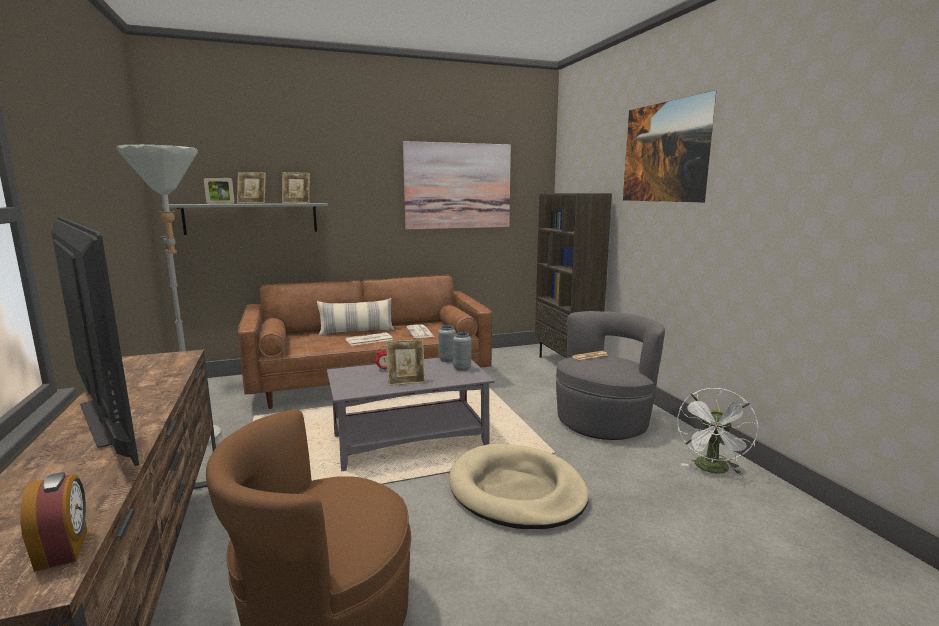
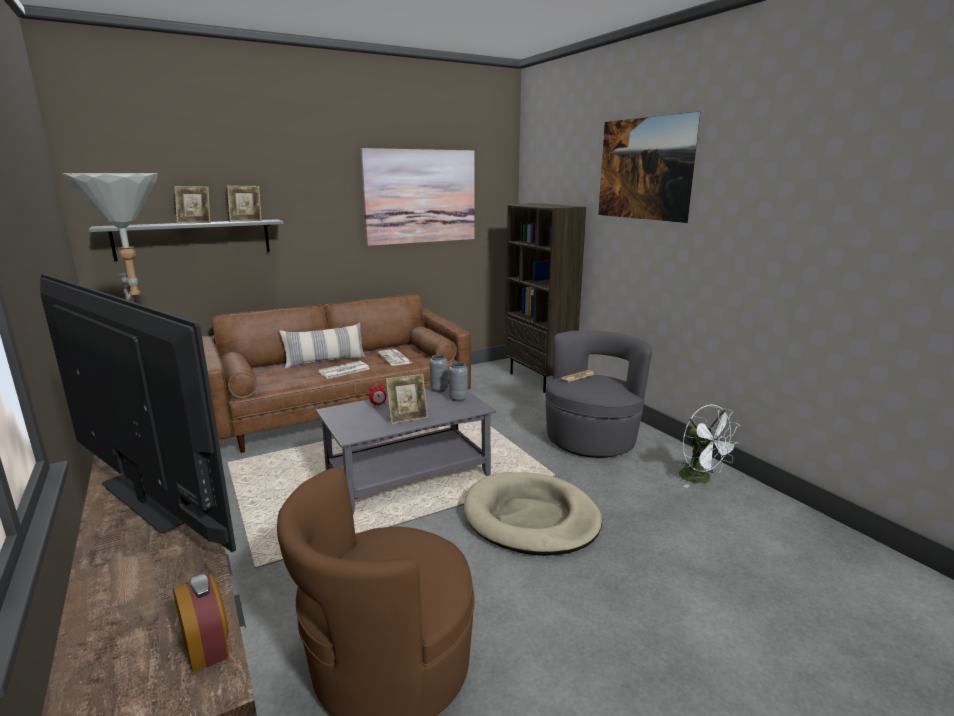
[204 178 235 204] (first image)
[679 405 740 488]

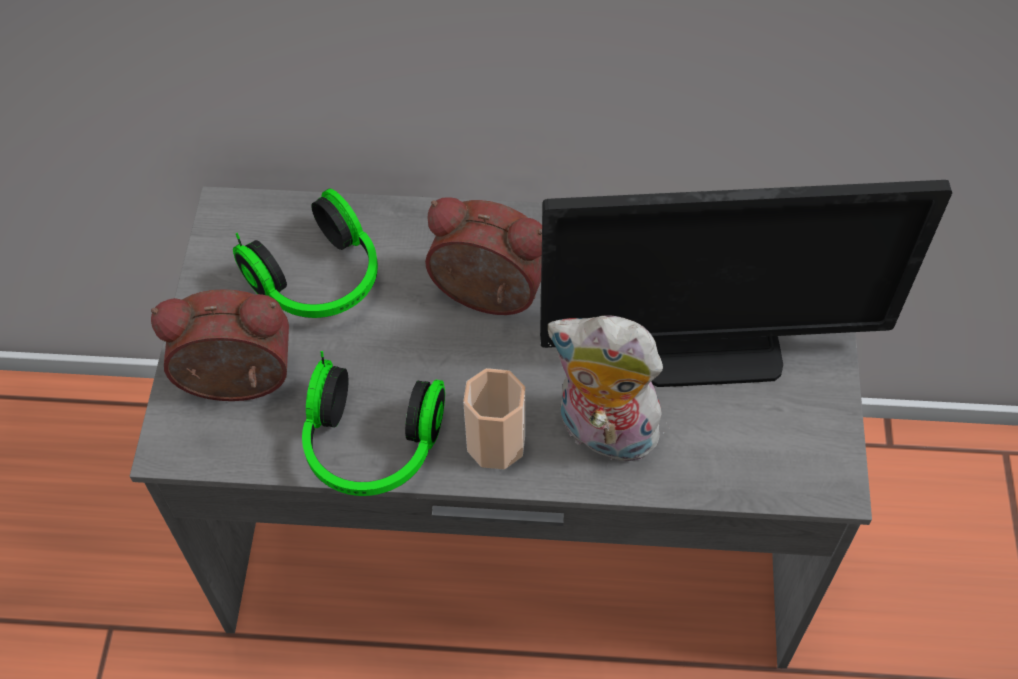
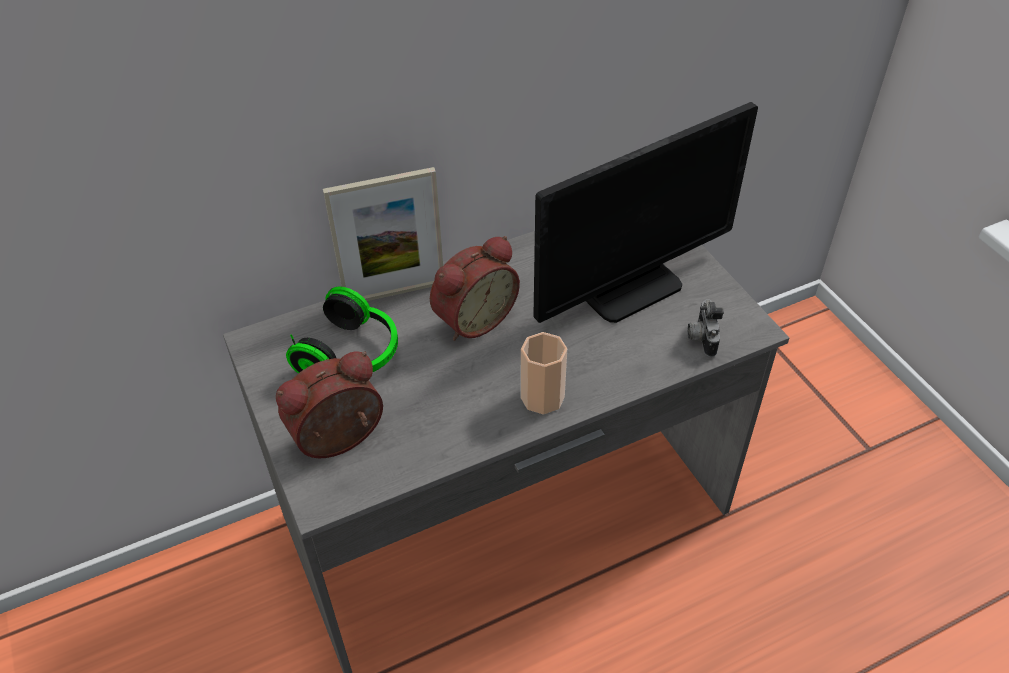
[302 351 445 496] (first image)
[430 236 520 341]
[548 315 670 467] (first image)
[323 167 443 301]
[688 299 724 357]

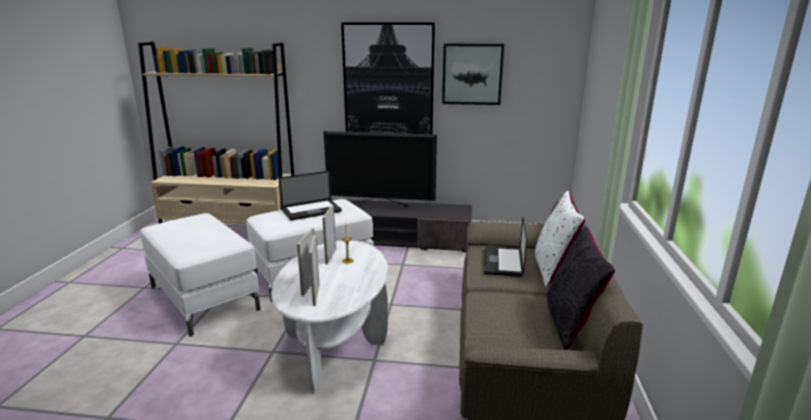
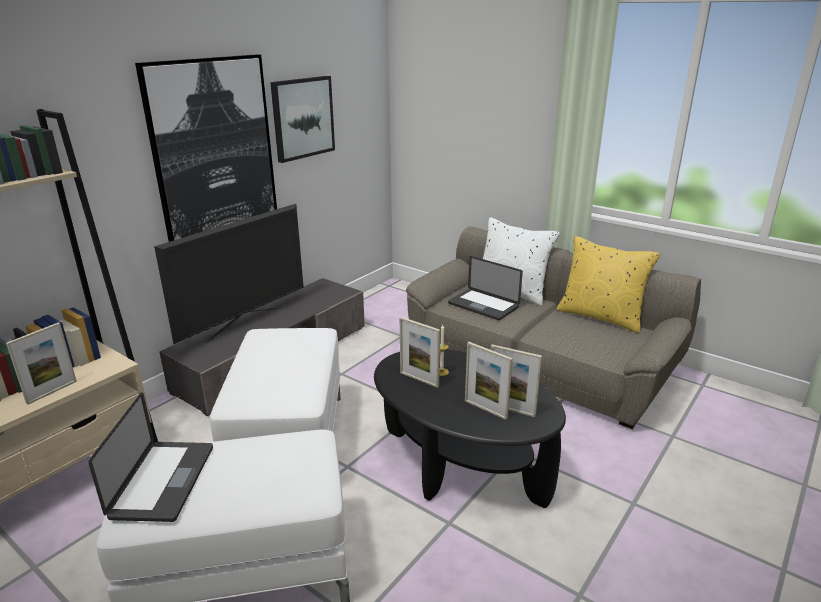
[374 349 566 508]
[88 392 213 522]
[556 236 661 333]
[6 322 77 405]

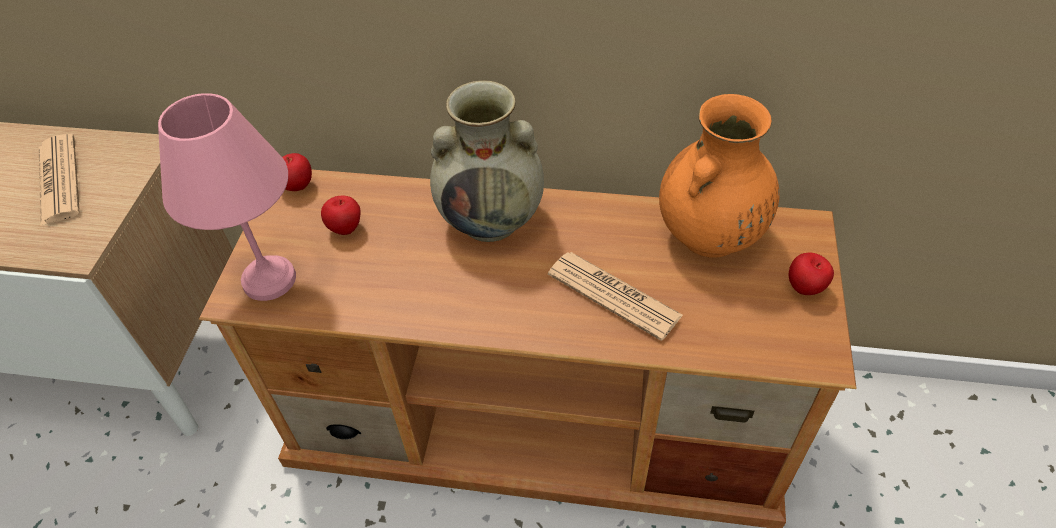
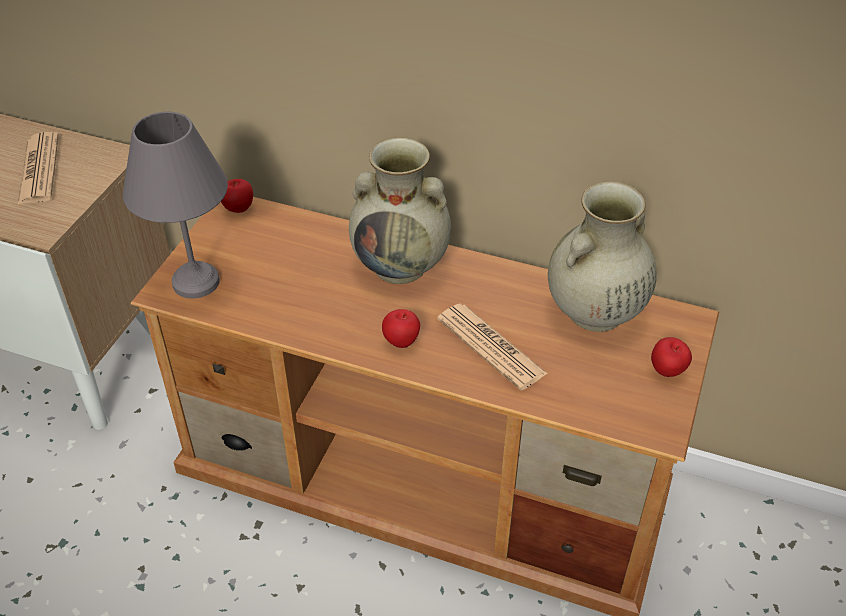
[123 111 228 298]
[382 309 420 348]
[548 182 657 332]

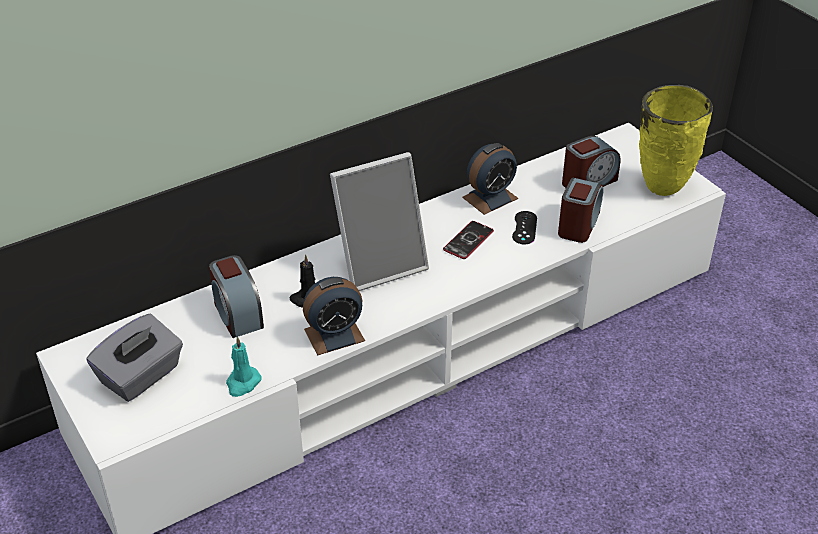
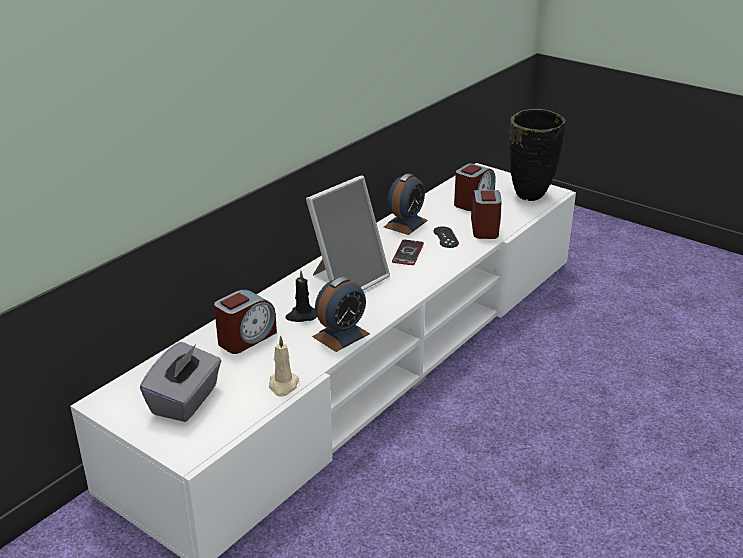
[214 290 277 354]
[269 335 300 397]
[509 109 566 201]

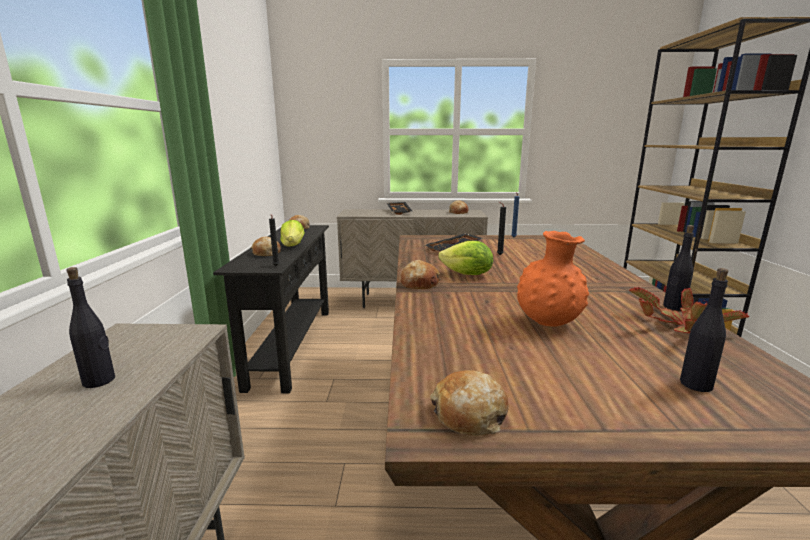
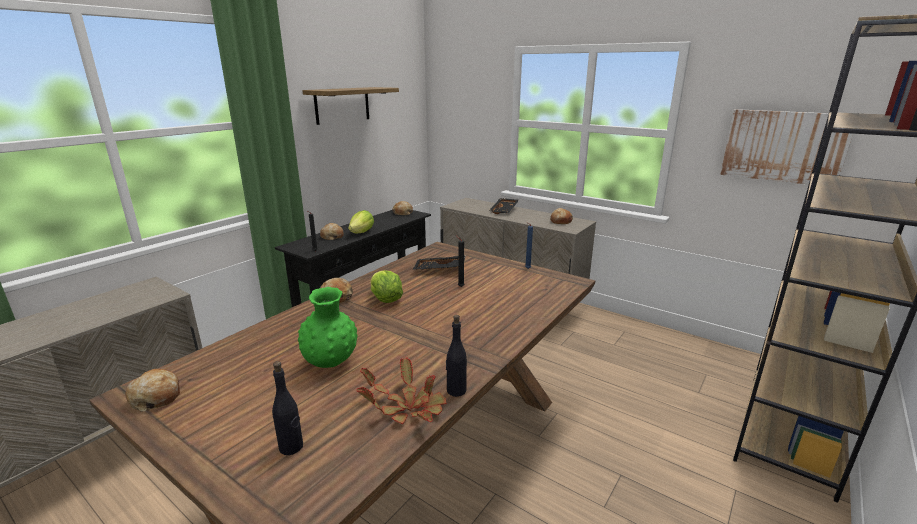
[66 267 115 388] (first image)
[298 287 357 368]
[302 87 399 125]
[720 109 853 185]

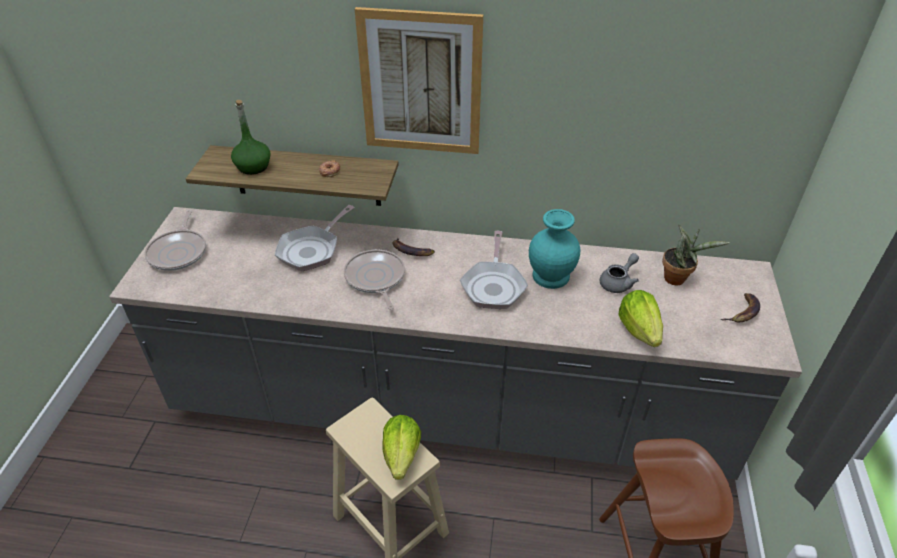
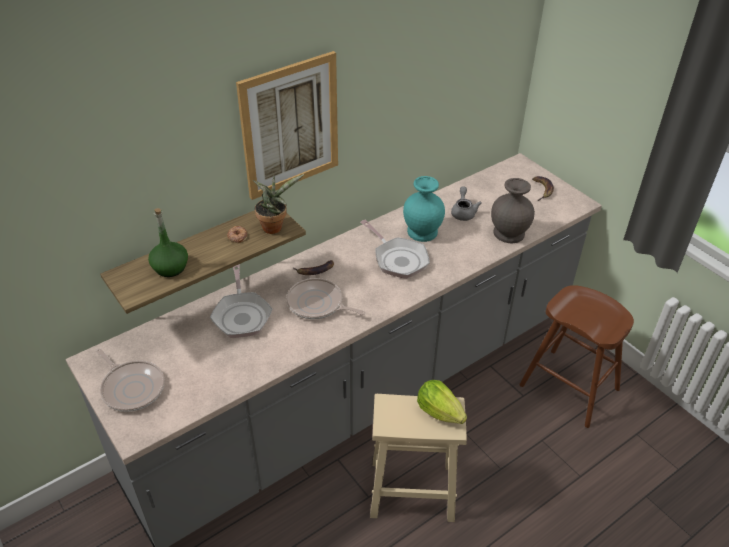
[491 178 535 243]
[253 174 304 234]

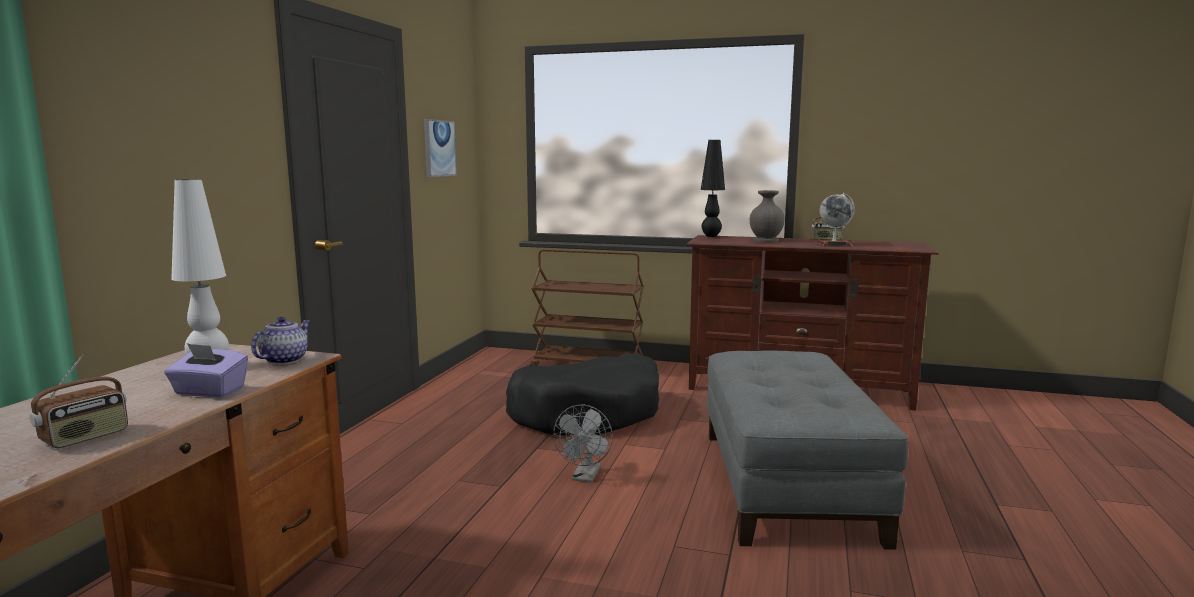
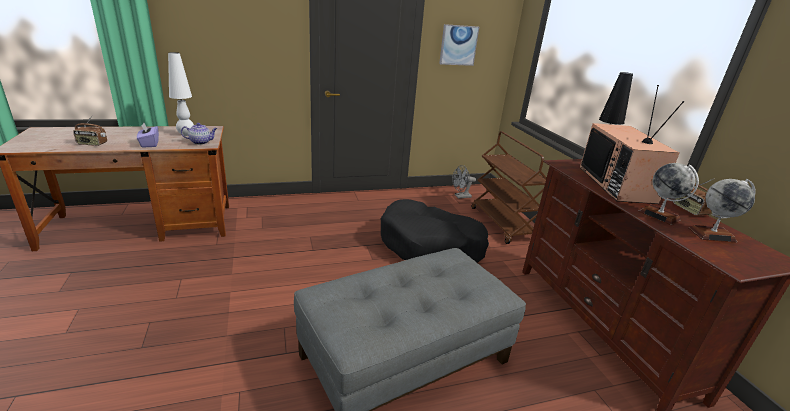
[452 165 476 199]
[580 85 684 204]
[689 179 756 243]

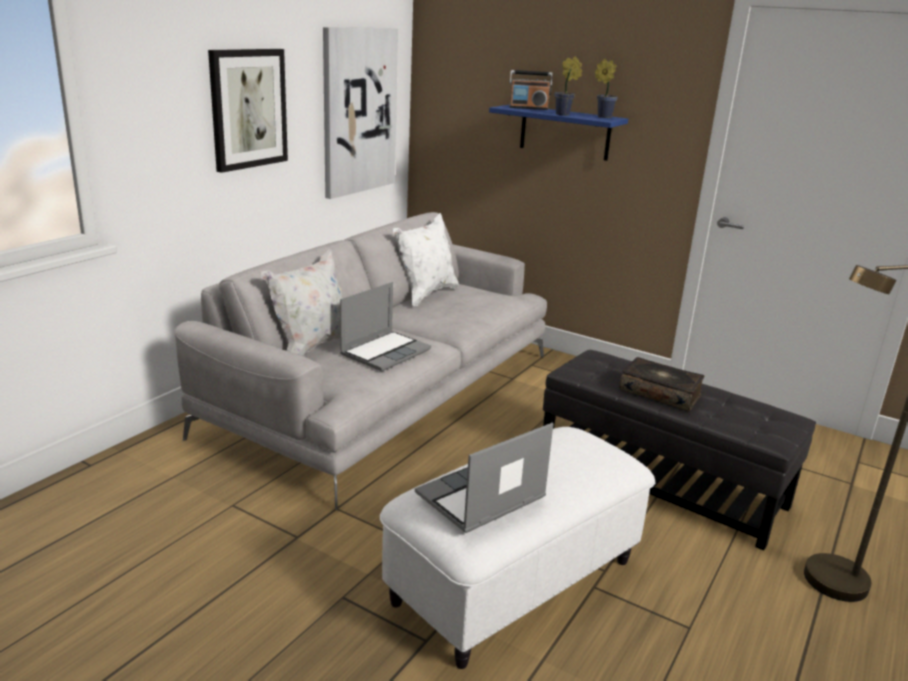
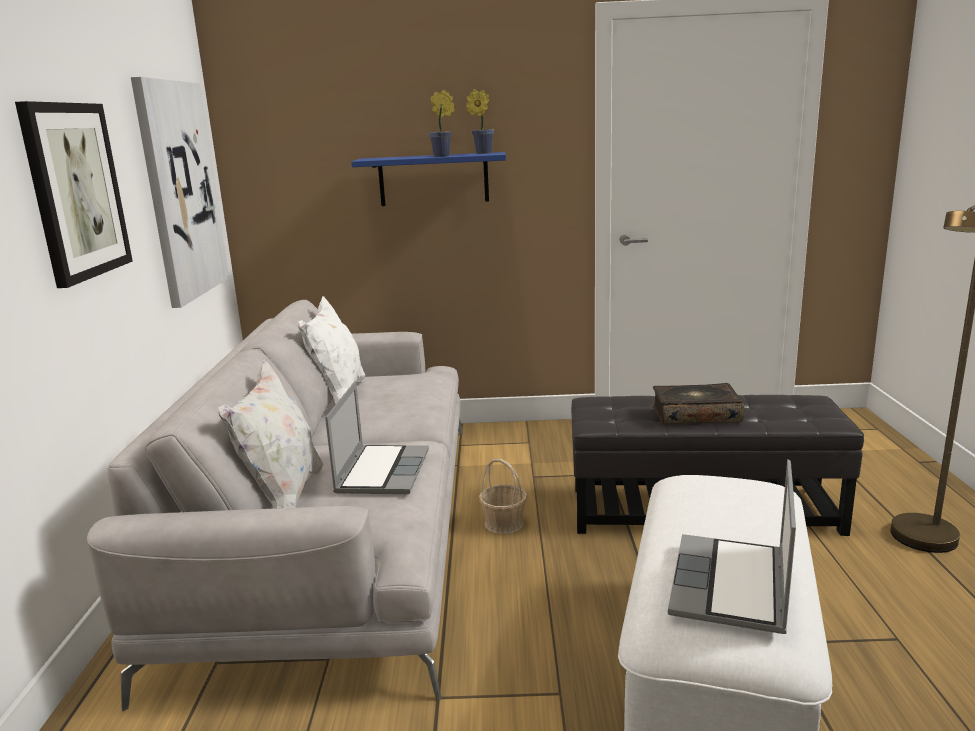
[509 70 553 110] (first image)
[479 459 527 534]

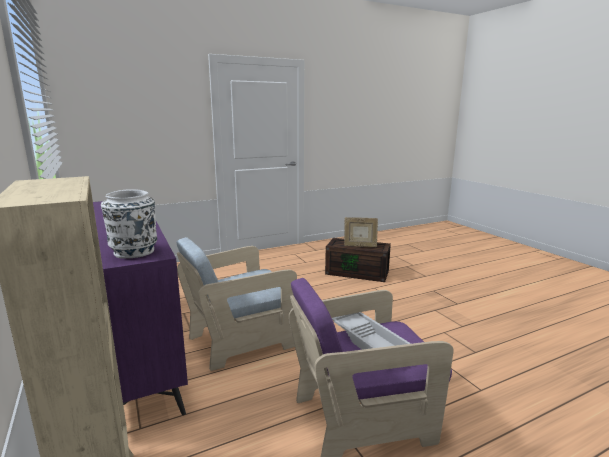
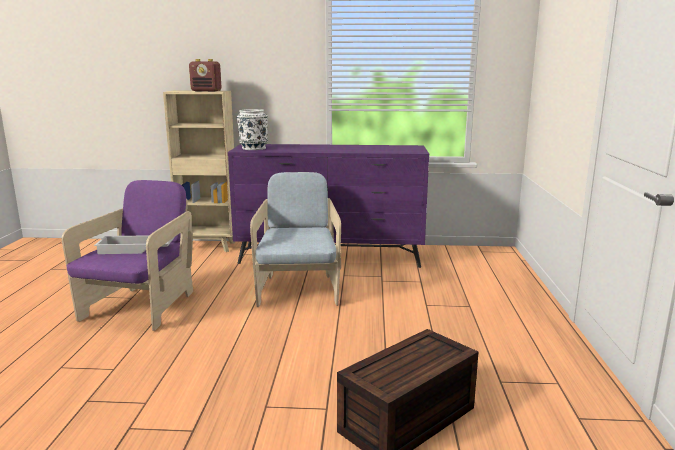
[344 217 378 247] (first image)
[189 59 221 92]

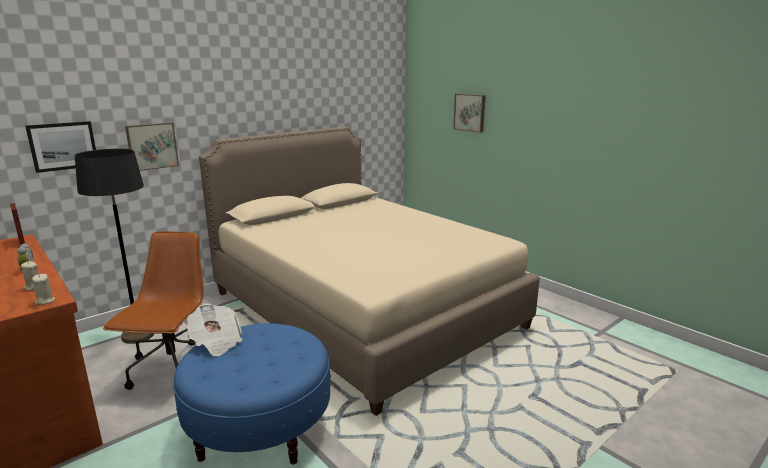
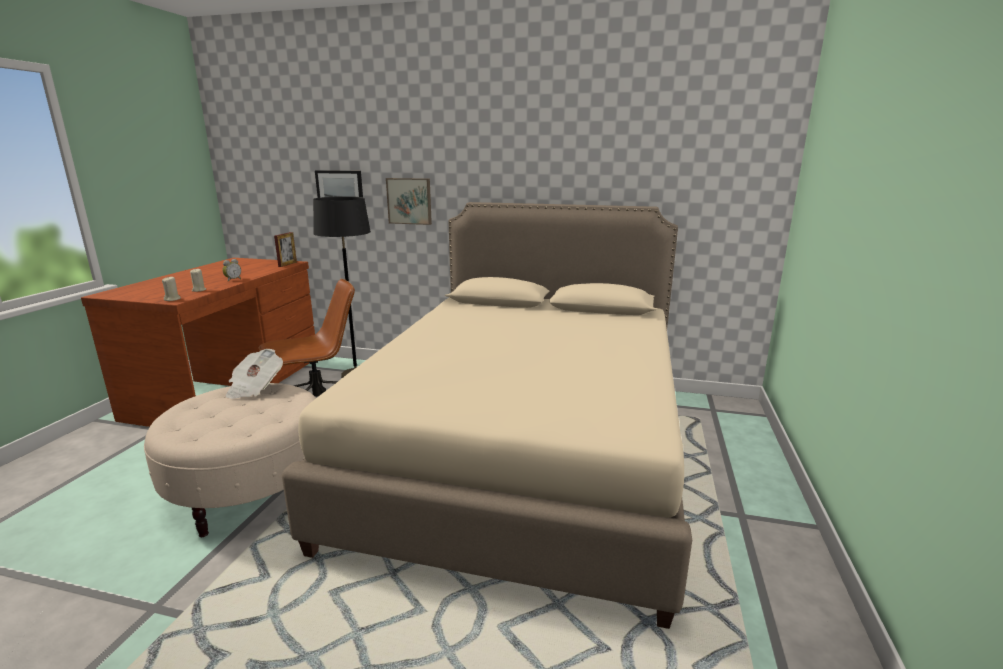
[144 383 316 537]
[453 94 486 133] (first image)

